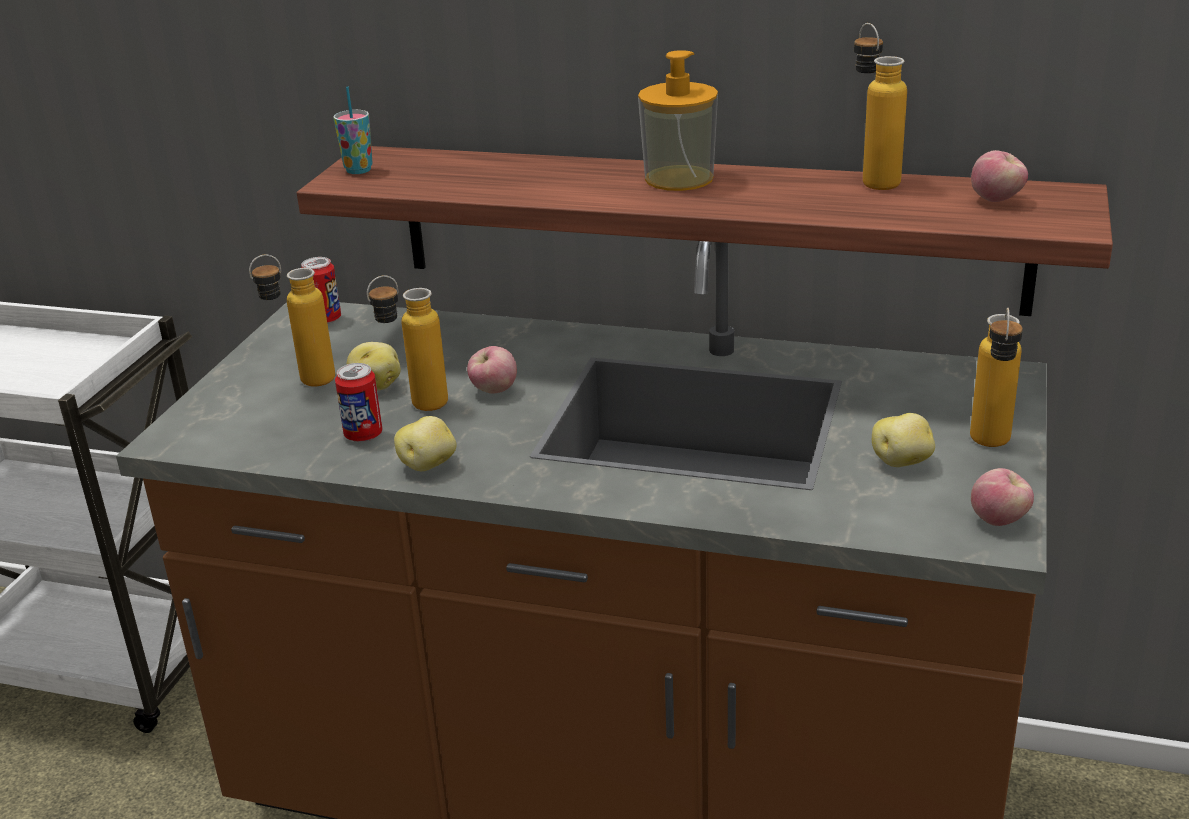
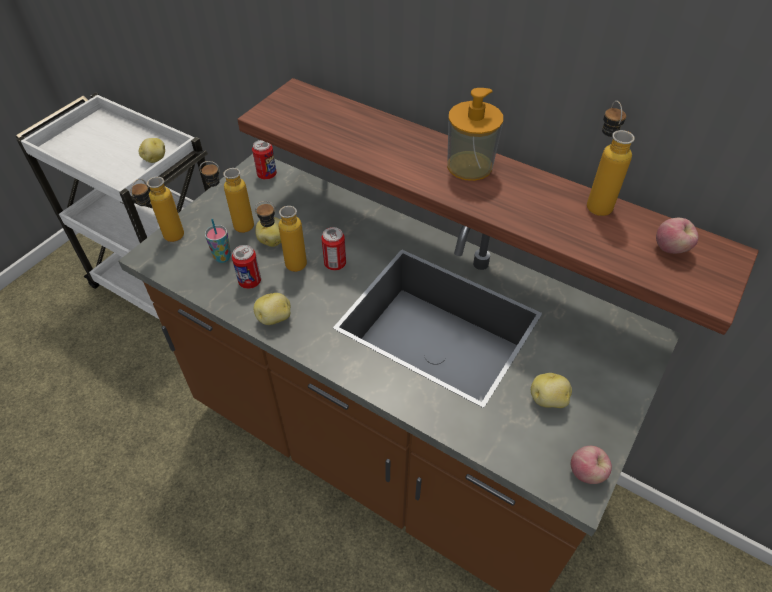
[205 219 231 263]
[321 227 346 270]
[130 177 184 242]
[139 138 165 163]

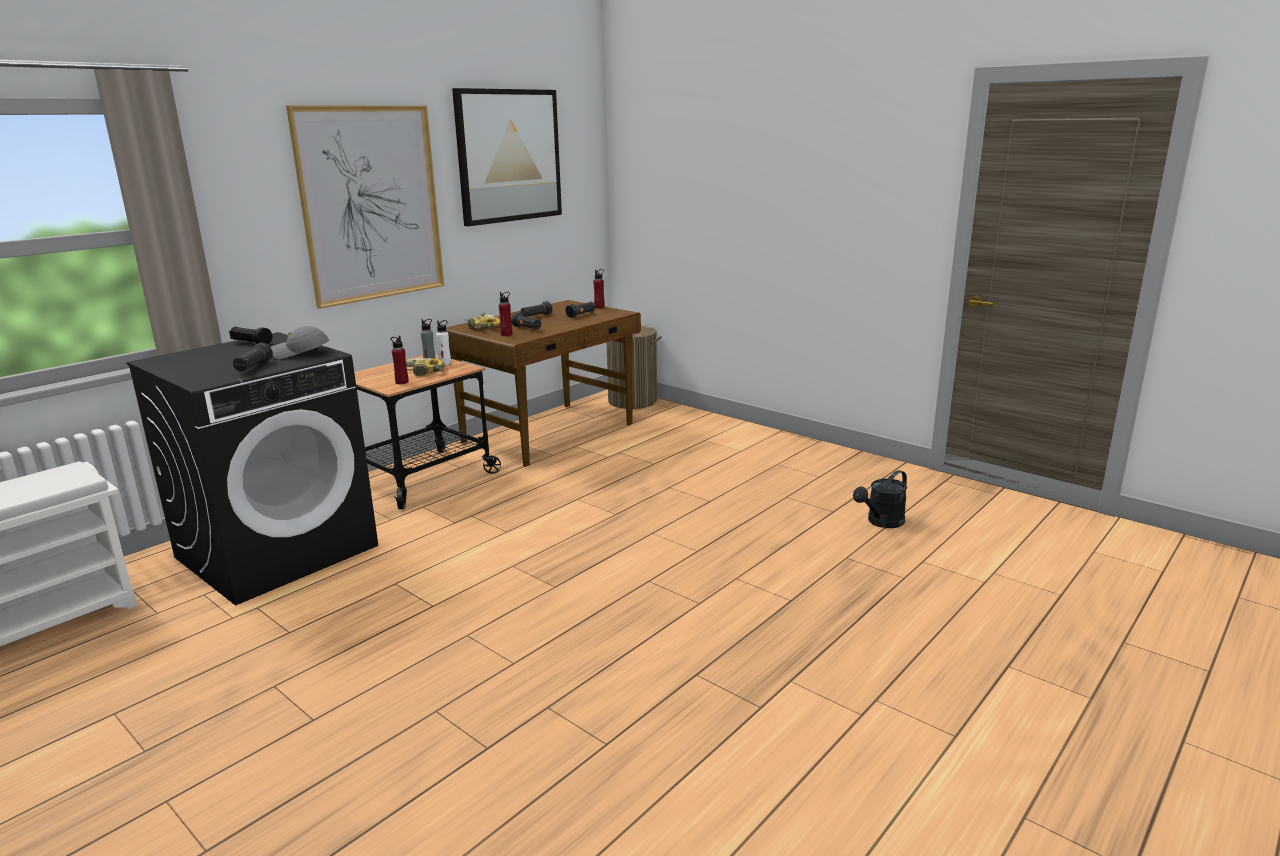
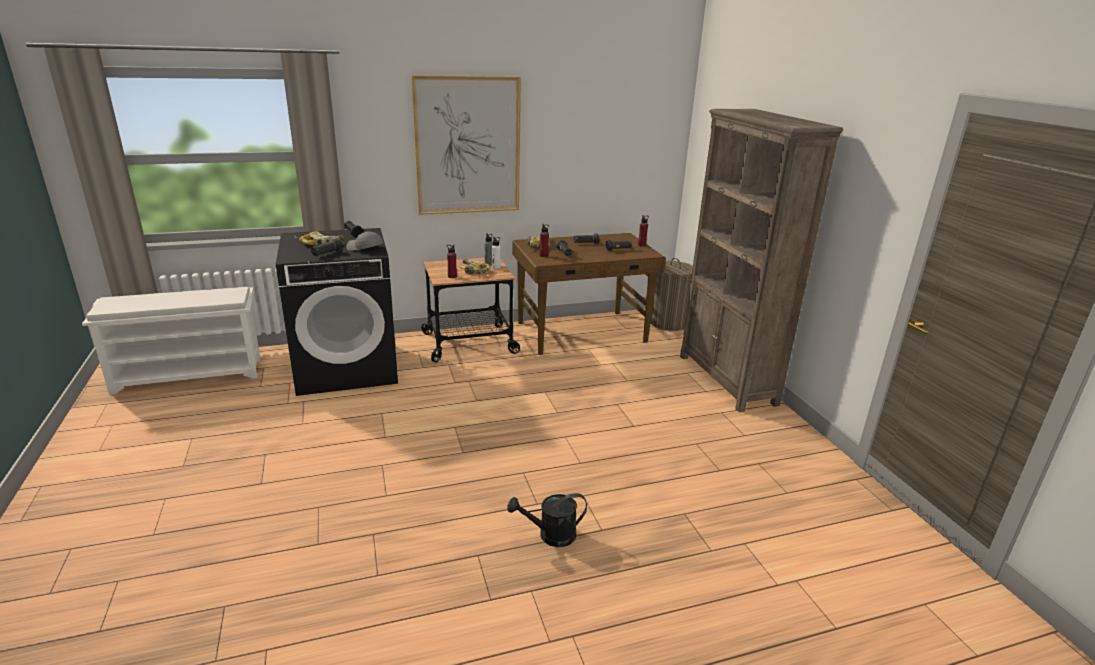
[452 88 562 226] (first image)
[507 493 587 547]
[294 231 345 245]
[680 109 843 412]

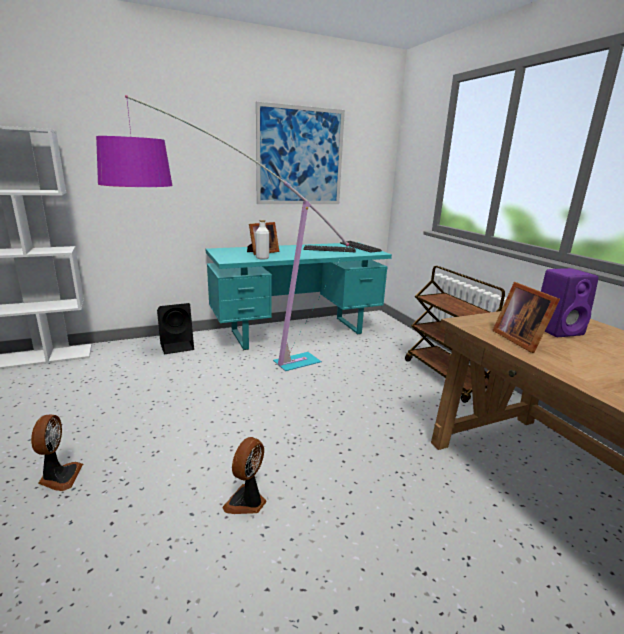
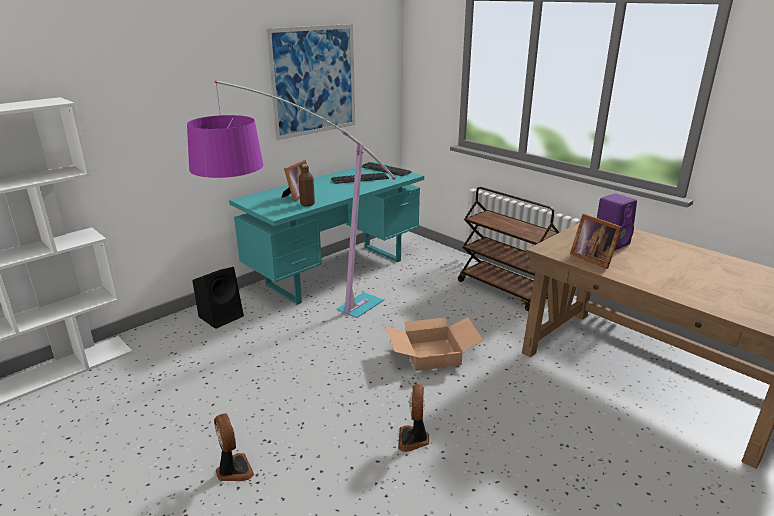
[299 164 315 206]
[385 317 483 371]

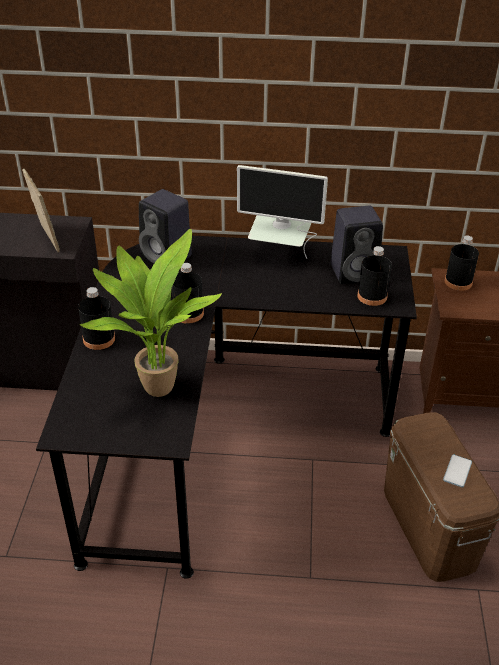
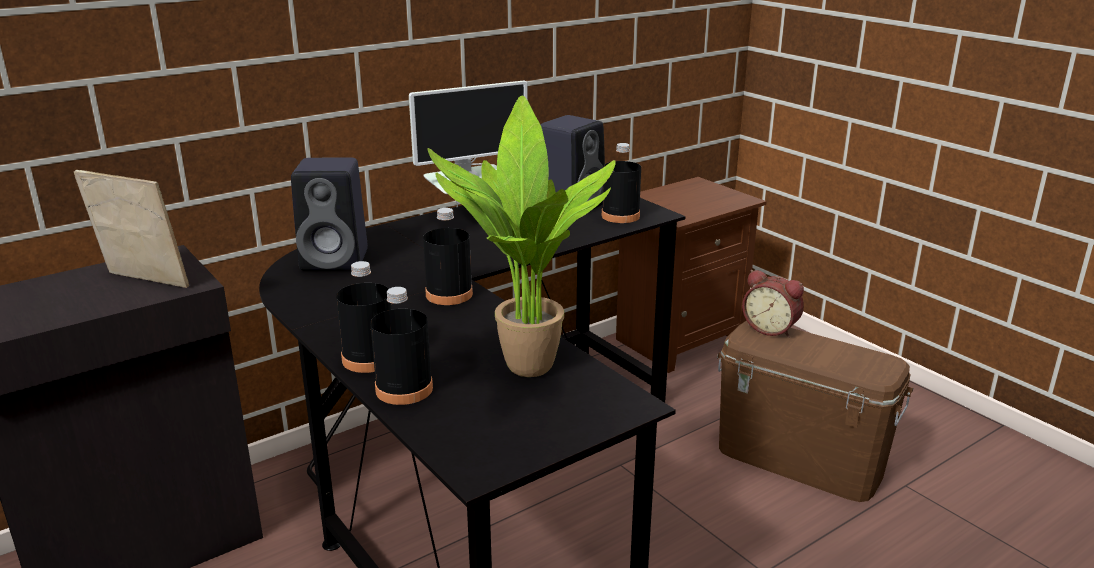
[443 455 472 487] (first image)
[370 287 433 405]
[742 270 804 338]

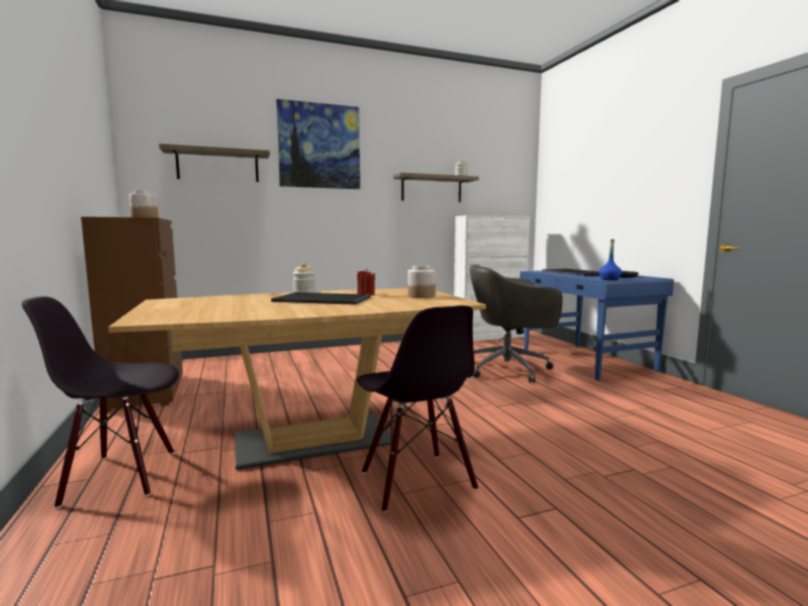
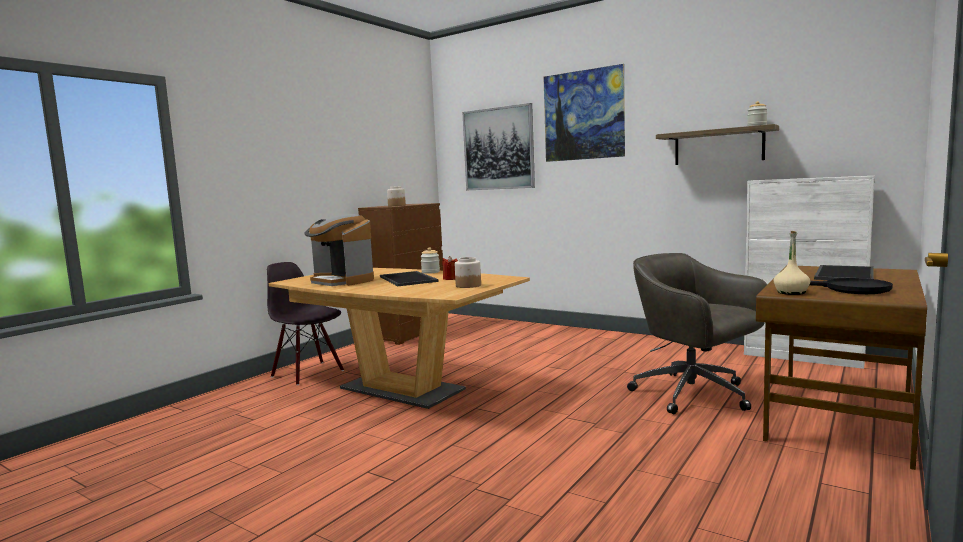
[462 103 535 190]
[357 305 478 512] (first image)
[756 266 927 470]
[774 231 810 295]
[305 214 374 286]

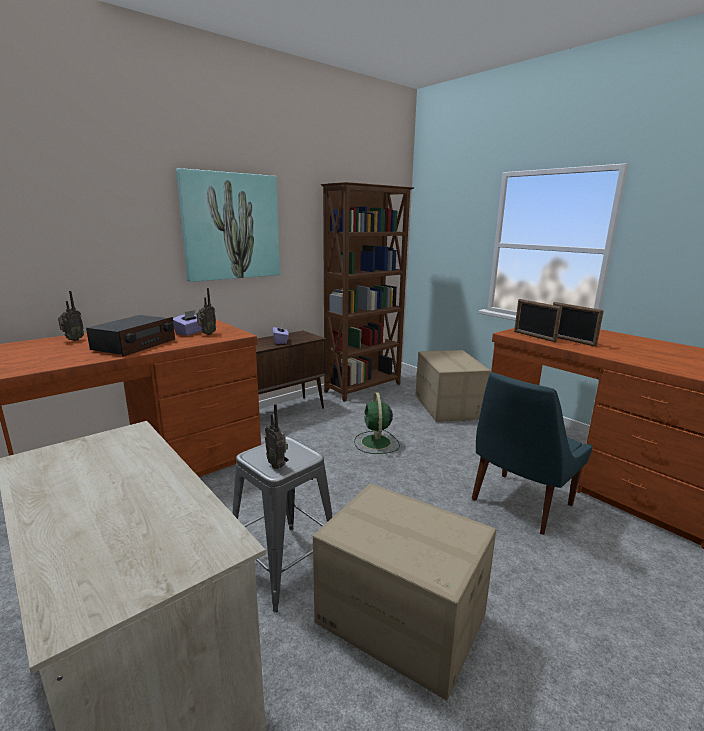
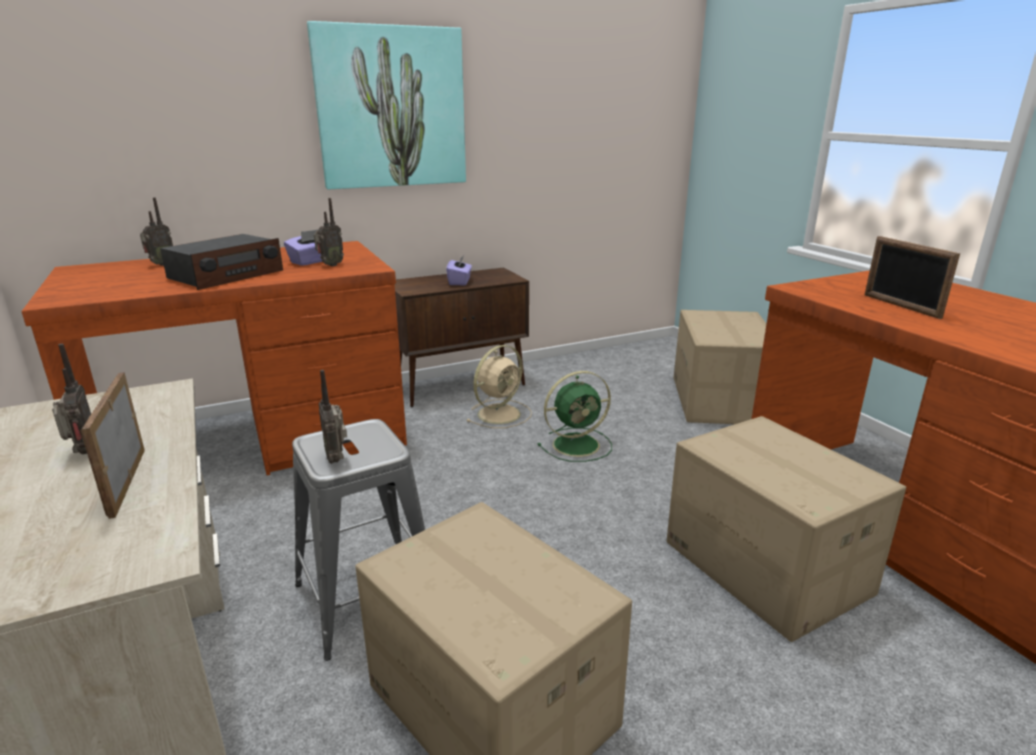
[321 182 414 402] (first image)
[537 371 612 462]
[667 416 906 642]
[81 372 145 519]
[52 344 91 454]
[467 345 532 428]

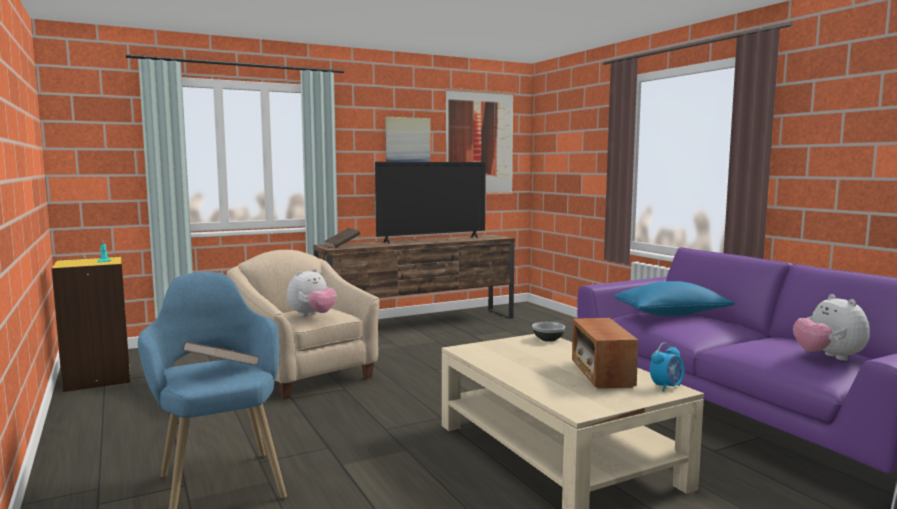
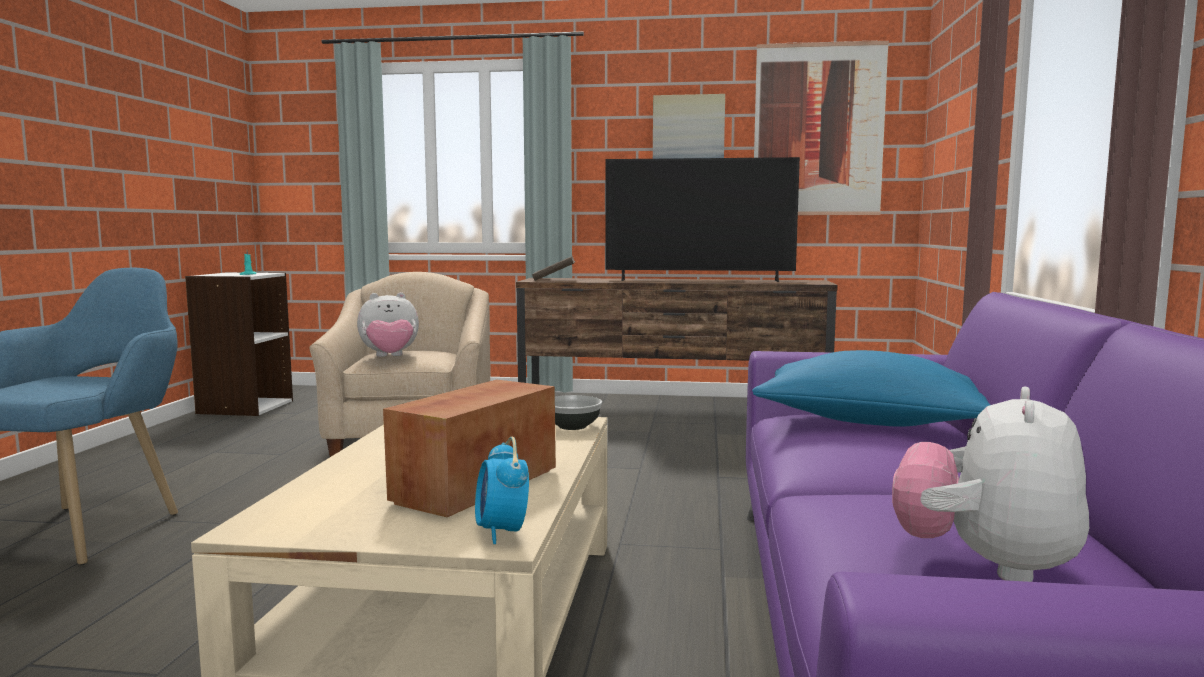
[185 272 293 416]
[183 342 259 365] (first image)
[475 437 529 544]

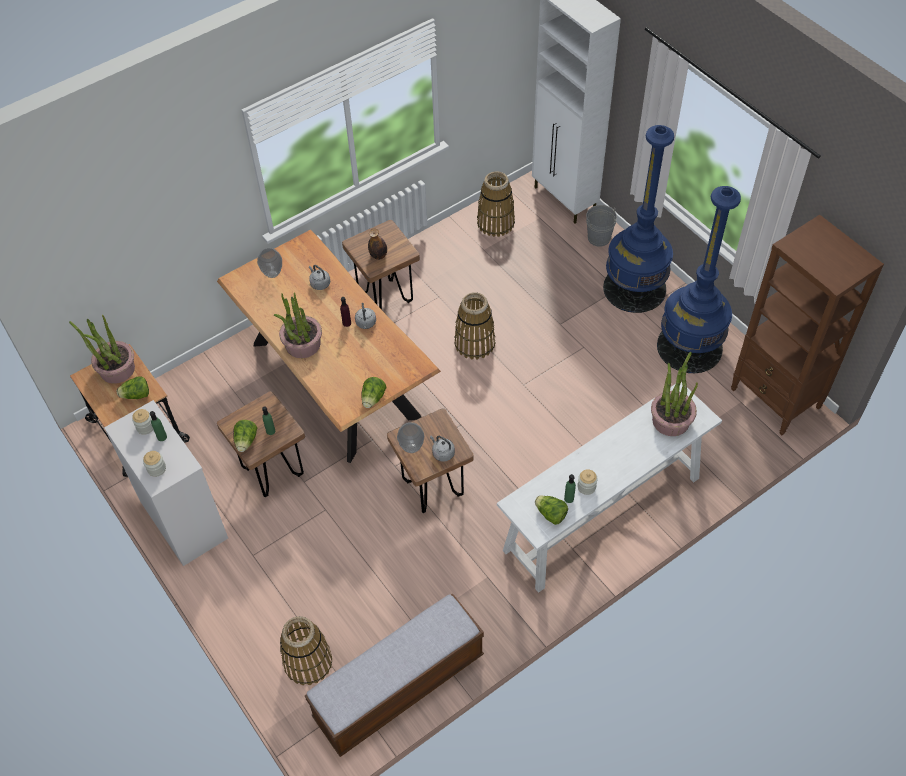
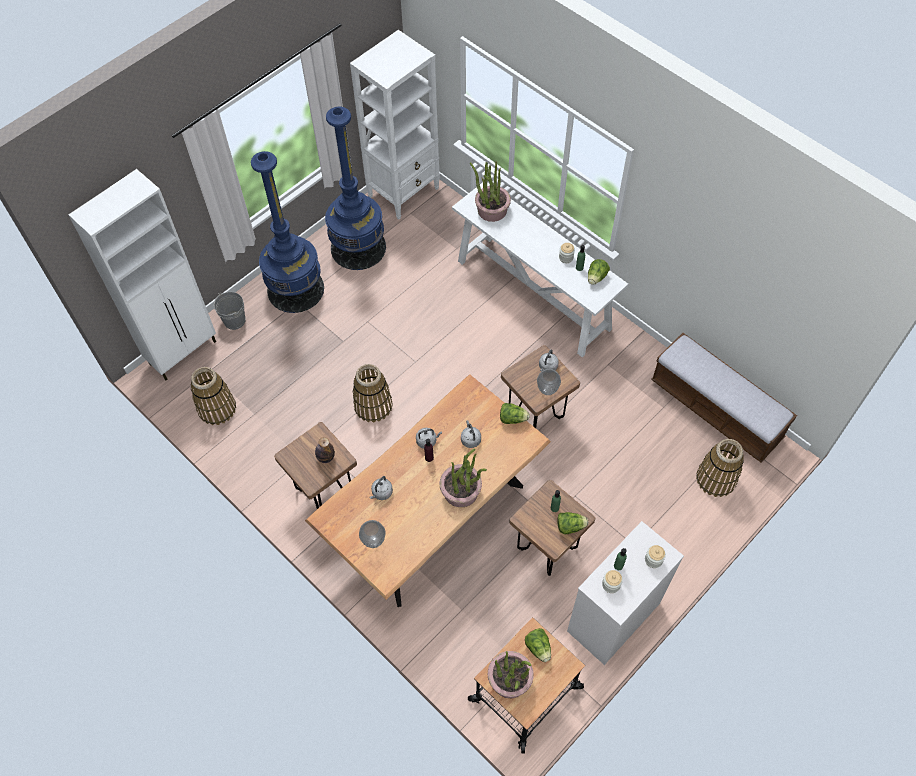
[350 30 440 220]
[461 420 481 448]

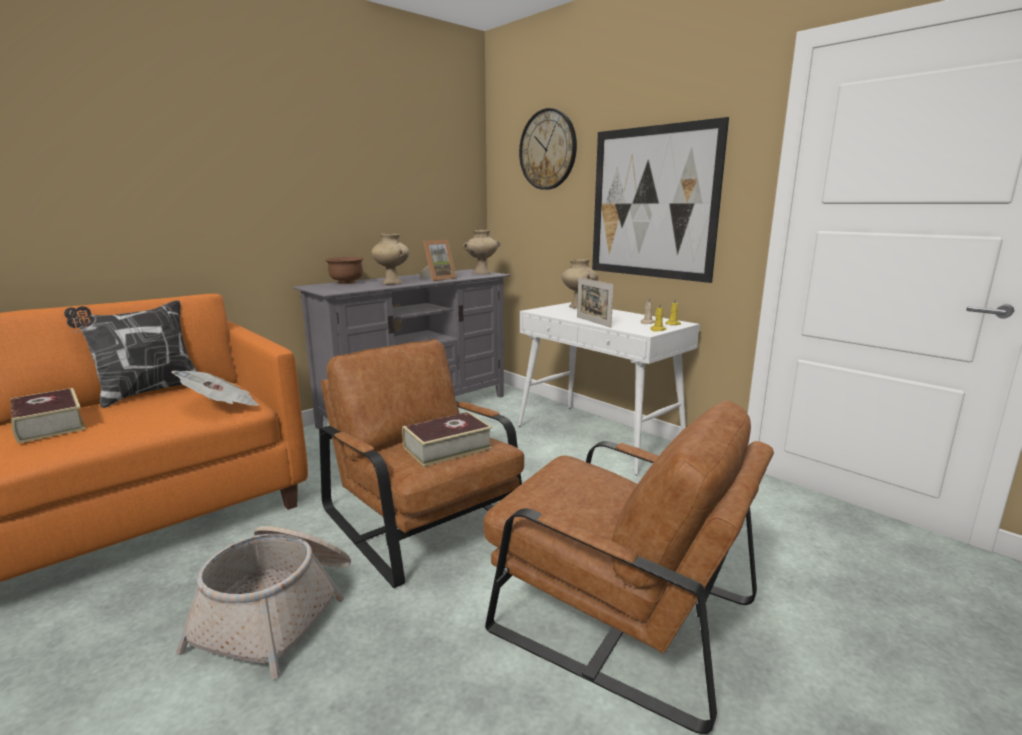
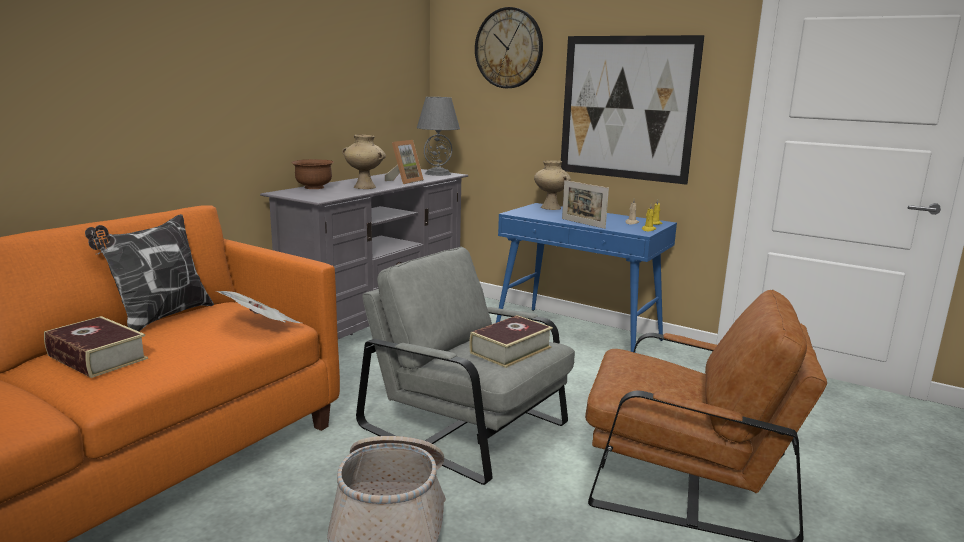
[356 247 575 485]
[417 97 460 176]
[496 203 677 352]

